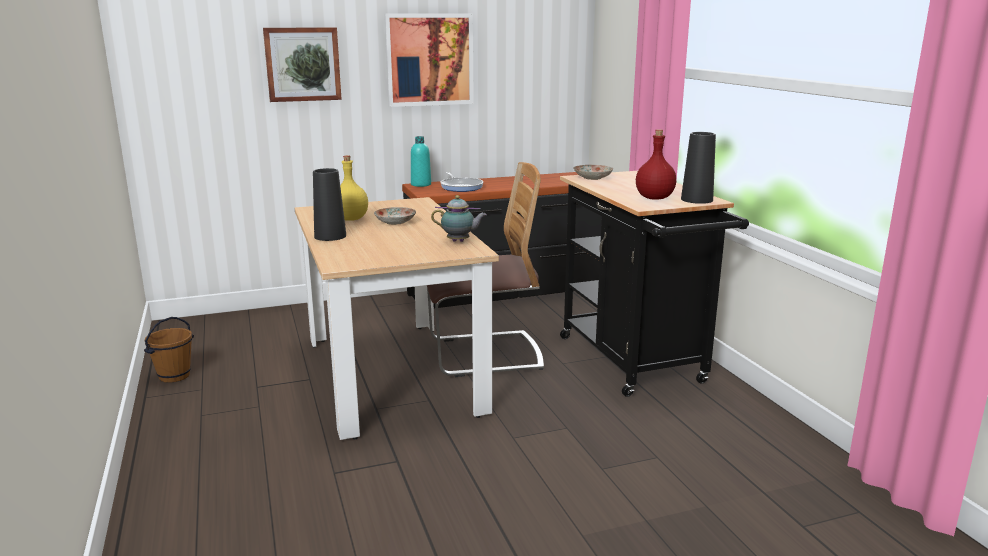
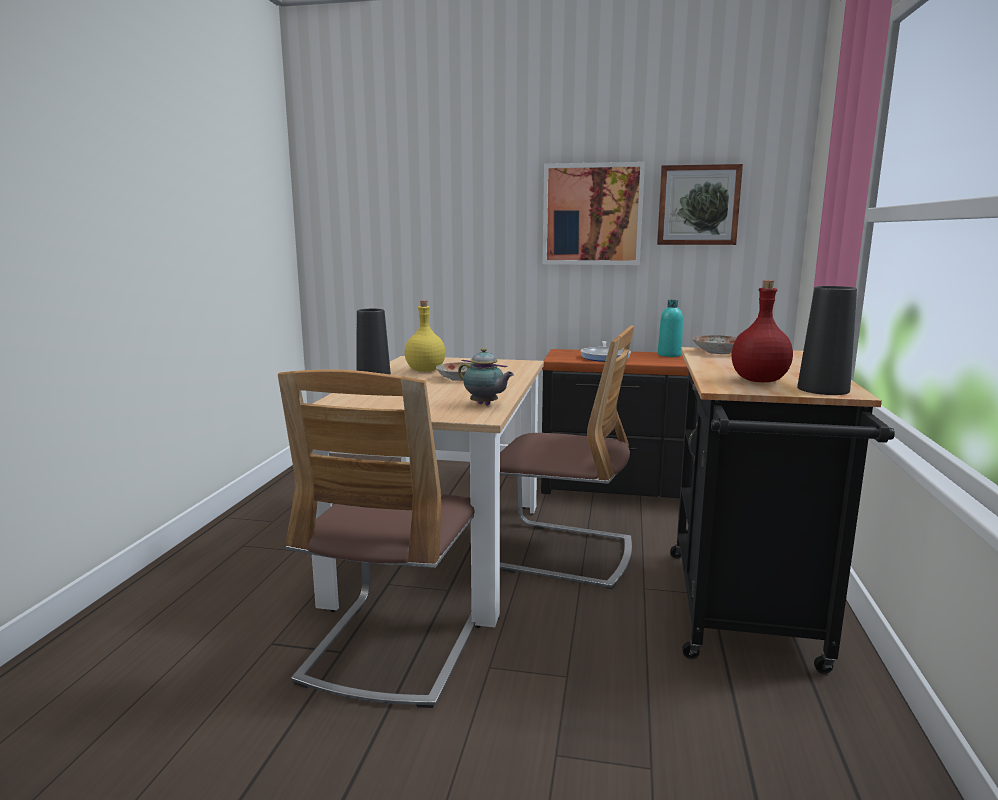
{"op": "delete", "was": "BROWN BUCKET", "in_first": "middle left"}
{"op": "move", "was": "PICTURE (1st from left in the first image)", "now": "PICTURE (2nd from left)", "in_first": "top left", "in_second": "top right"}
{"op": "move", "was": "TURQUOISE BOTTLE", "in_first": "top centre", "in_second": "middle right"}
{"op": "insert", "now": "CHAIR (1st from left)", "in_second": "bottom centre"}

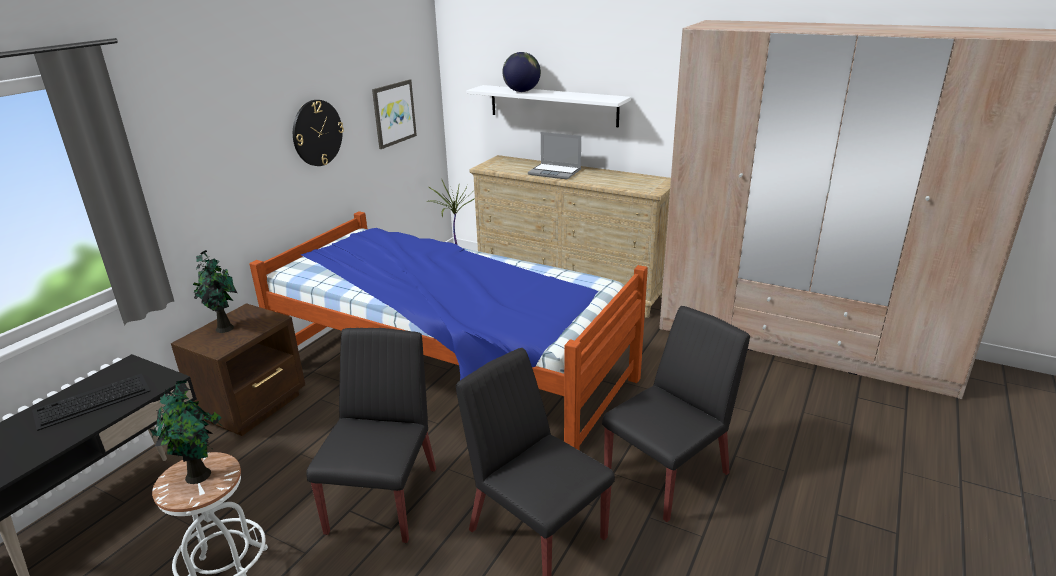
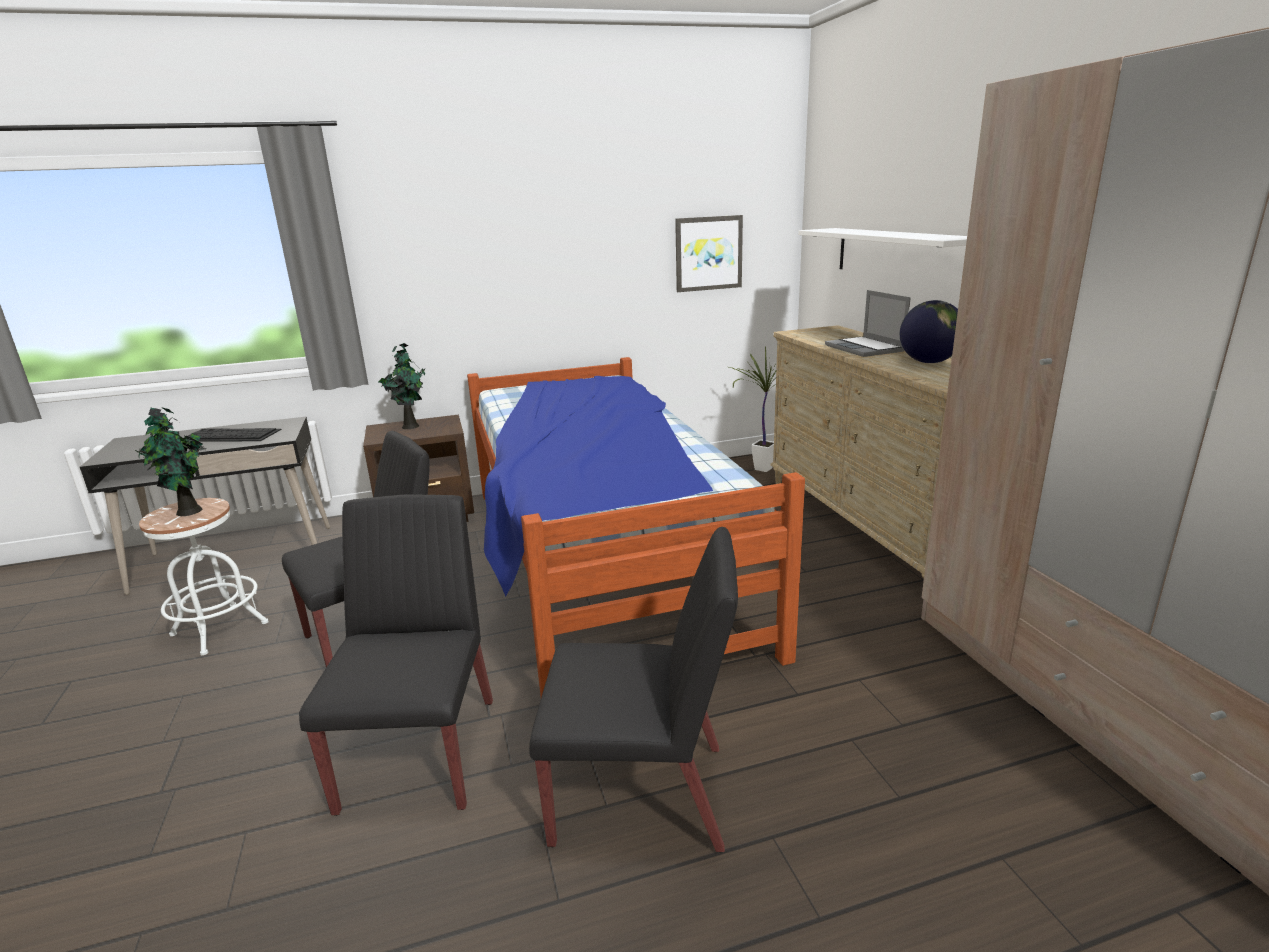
{"op": "delete", "was": "WALL CLOCK", "in_first": "top left"}
{"op": "move", "was": "GLOBE", "in_first": "top centre", "in_second": "middle right"}

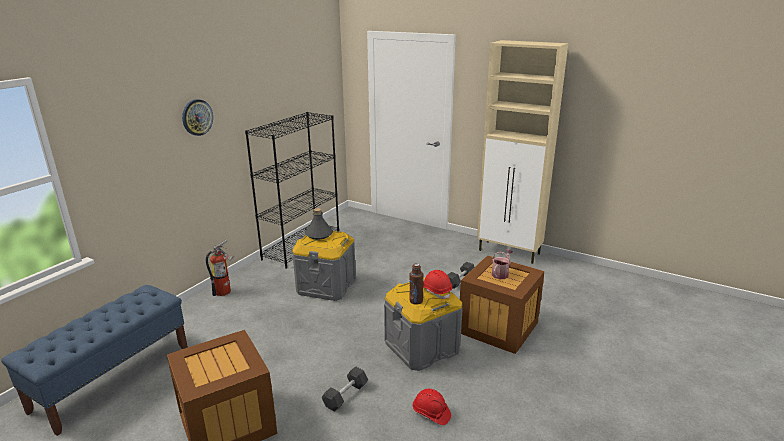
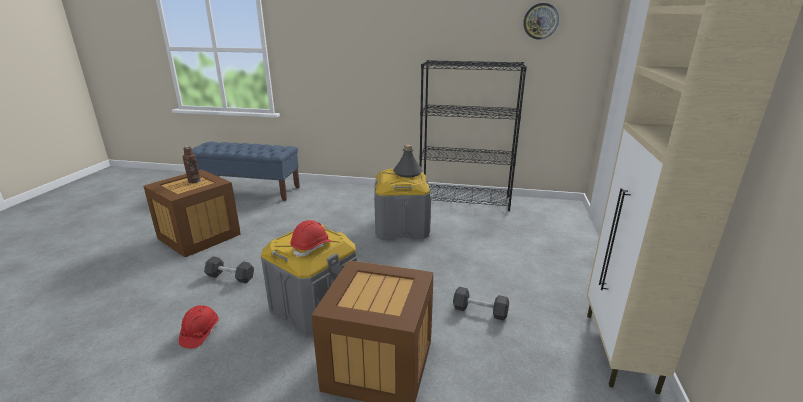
{"op": "move", "was": "WALL CLOCK", "in_first": "top left", "in_second": "top right"}
{"op": "delete", "was": "FIRE EXTINGUISHER", "in_first": "middle left"}
{"op": "move", "was": "BROWN BOTTLE", "in_first": "centre", "in_second": "middle left"}
{"op": "delete", "was": "WATERING CAN", "in_first": "centre"}

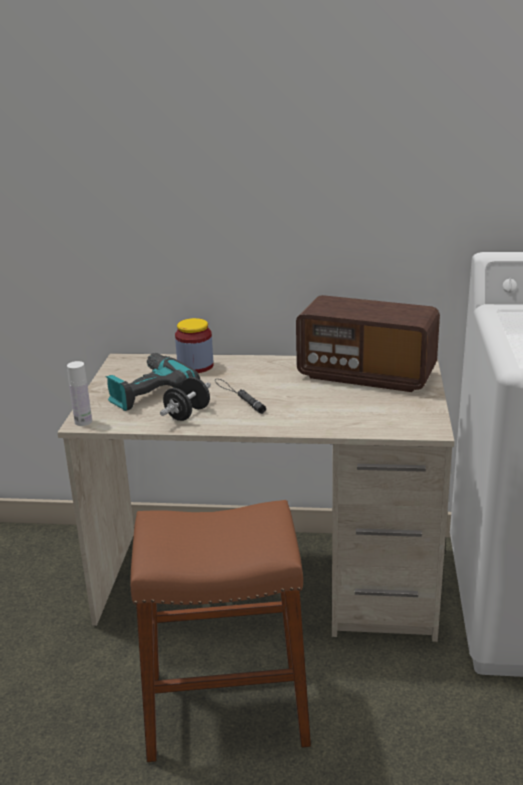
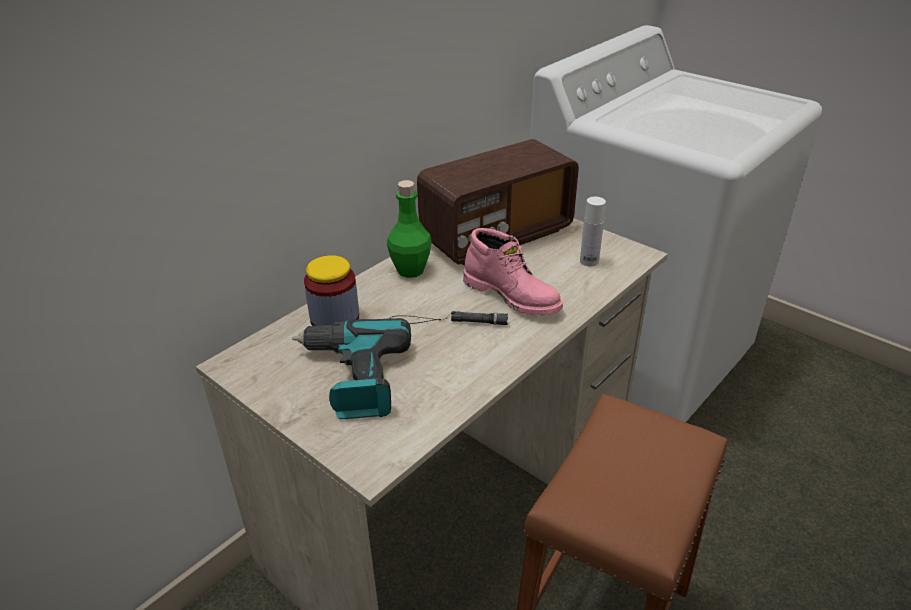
{"op": "move", "was": "WHITE BOTTLE", "in_first": "middle left", "in_second": "centre"}
{"op": "delete", "was": "BLACK DUMBBELL", "in_first": "centre"}
{"op": "insert", "now": "GREEN BOTTLE", "in_second": "centre"}
{"op": "insert", "now": "PINK BOOT", "in_second": "centre"}

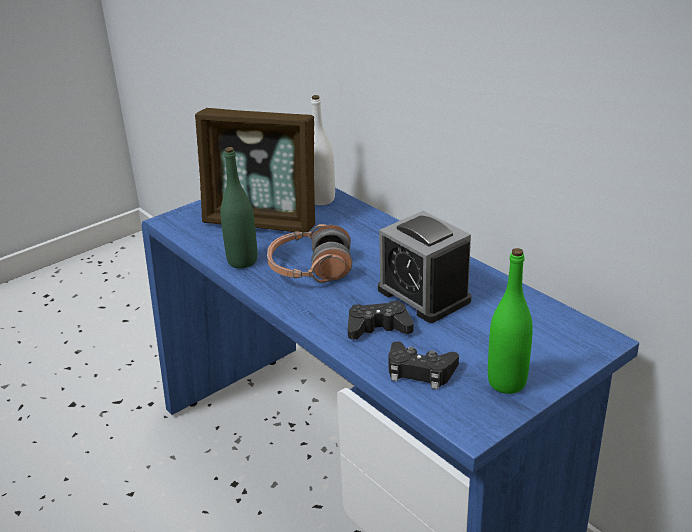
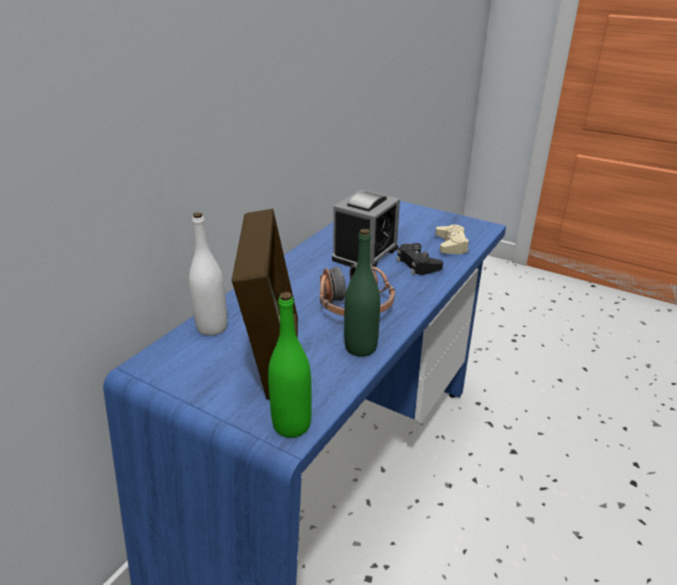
{"op": "recolor", "was": "BLACK GAME CONTROLLER (2nd from left)", "now": "BEIGE GAME CONTROLLER", "in_first": "bottom centre", "in_second": "middle right"}
{"op": "move", "was": "GREEN BOTTLE (2nd from left in the first image)", "now": "GREEN BOTTLE (1st from left)", "in_first": "middle right", "in_second": "centre"}

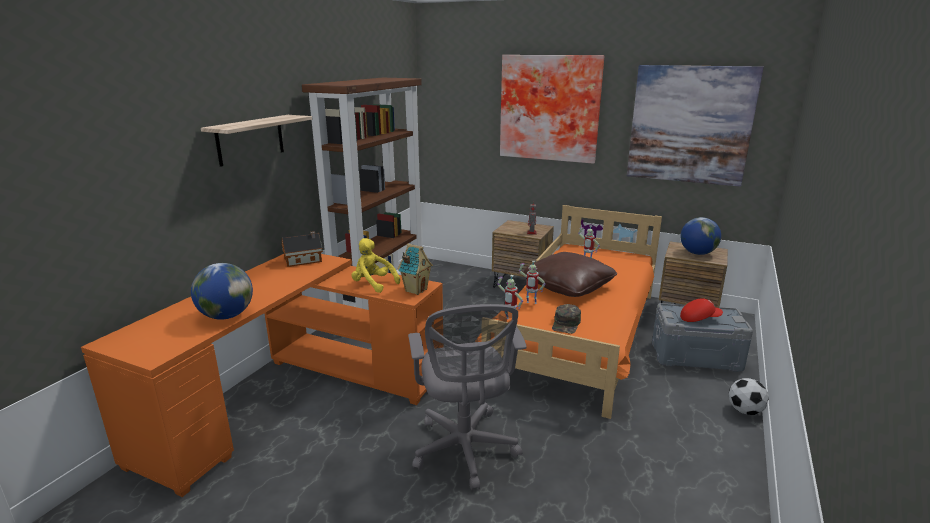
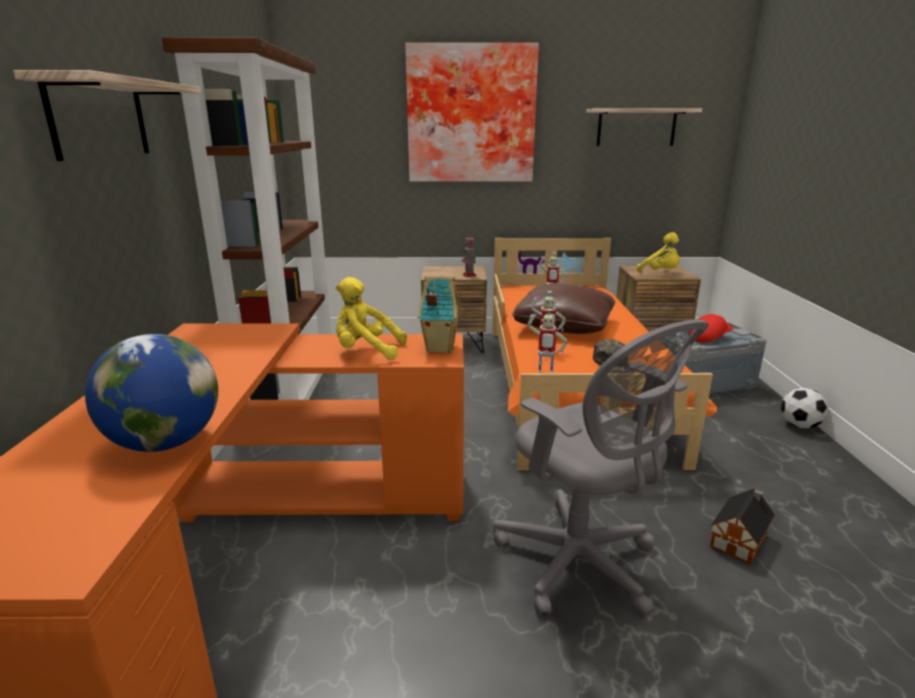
{"op": "move", "was": "TOY HOUSE (1st from left in the first image)", "now": "TOY HOUSE (2nd from left)", "in_first": "middle left", "in_second": "bottom right"}
{"op": "replace", "was": "PICTURE (2nd from left)", "now": "SHELF (2nd from left)", "in_first": "top right", "in_second": "top right"}
{"op": "replace", "was": "GLOBE (2nd from left)", "now": "YELLOW PLUSH TOY (2nd from left)", "in_first": "middle right", "in_second": "middle right"}

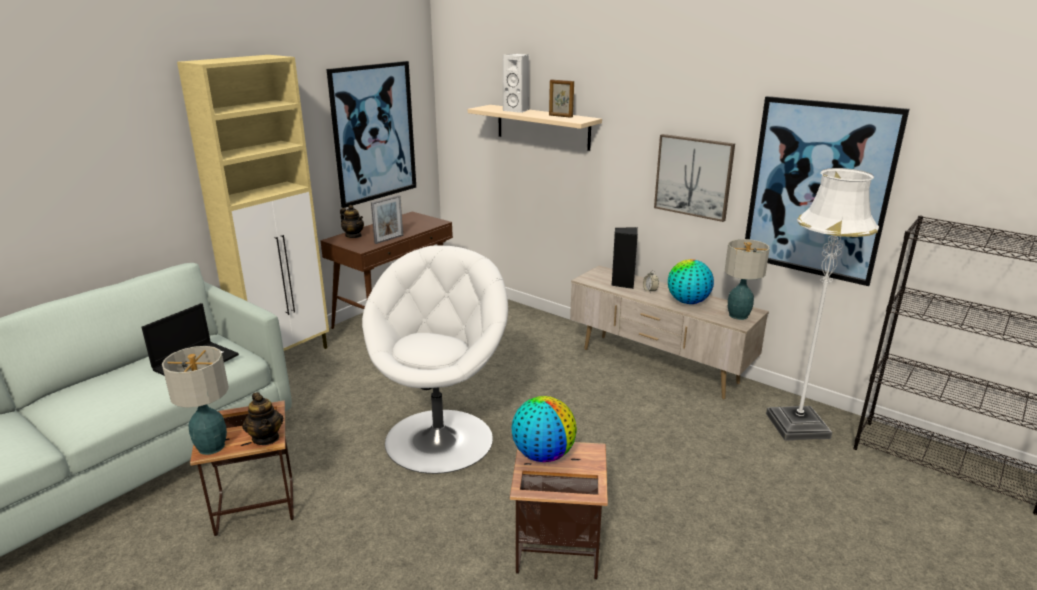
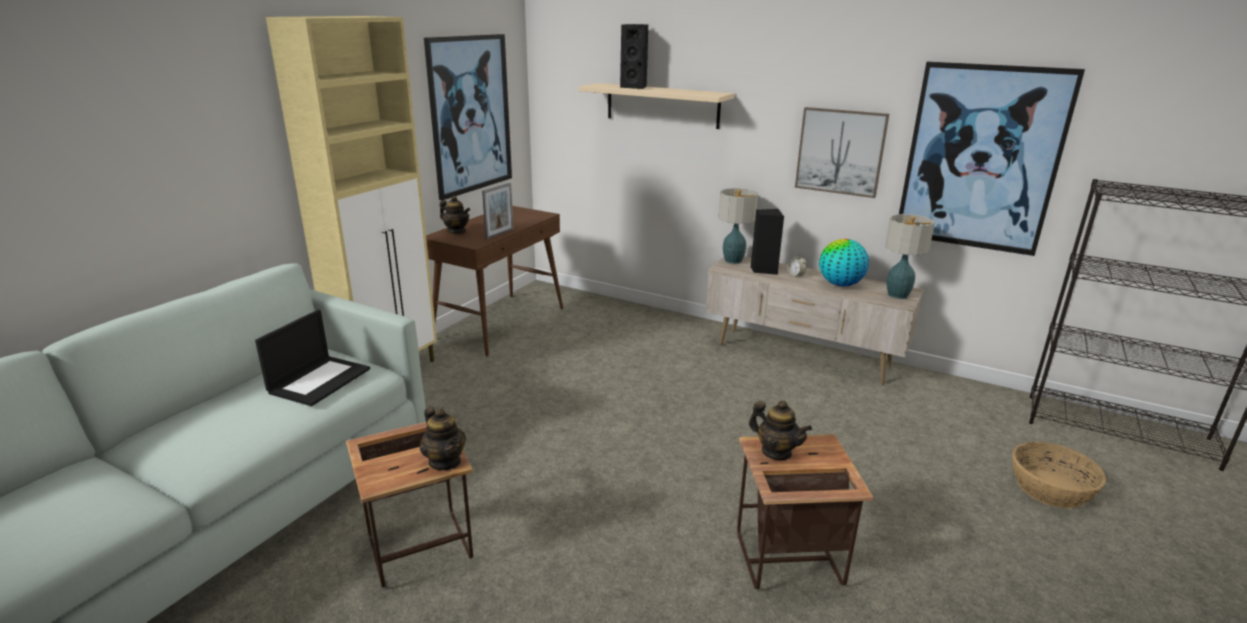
{"op": "move", "was": "TABLE LAMP (1st from left)", "in_first": "bottom left", "in_second": "centre"}
{"op": "delete", "was": "WHITE ARMCHAIR", "in_first": "centre"}
{"op": "recolor", "was": "WHITE SPEAKER", "now": "BLACK SPEAKER (1st from left)", "in_first": "top centre", "in_second": "top centre"}
{"op": "replace", "was": "GLOBE (1st from left)", "now": "TEAPOT (3rd from left)", "in_first": "bottom centre", "in_second": "bottom centre"}
{"op": "delete", "was": "PICTURE FRAME (2nd from left)", "in_first": "top centre"}
{"op": "delete", "was": "WHITE FLOOR LAMP", "in_first": "middle right"}
{"op": "insert", "now": "BASKET", "in_second": "bottom right"}

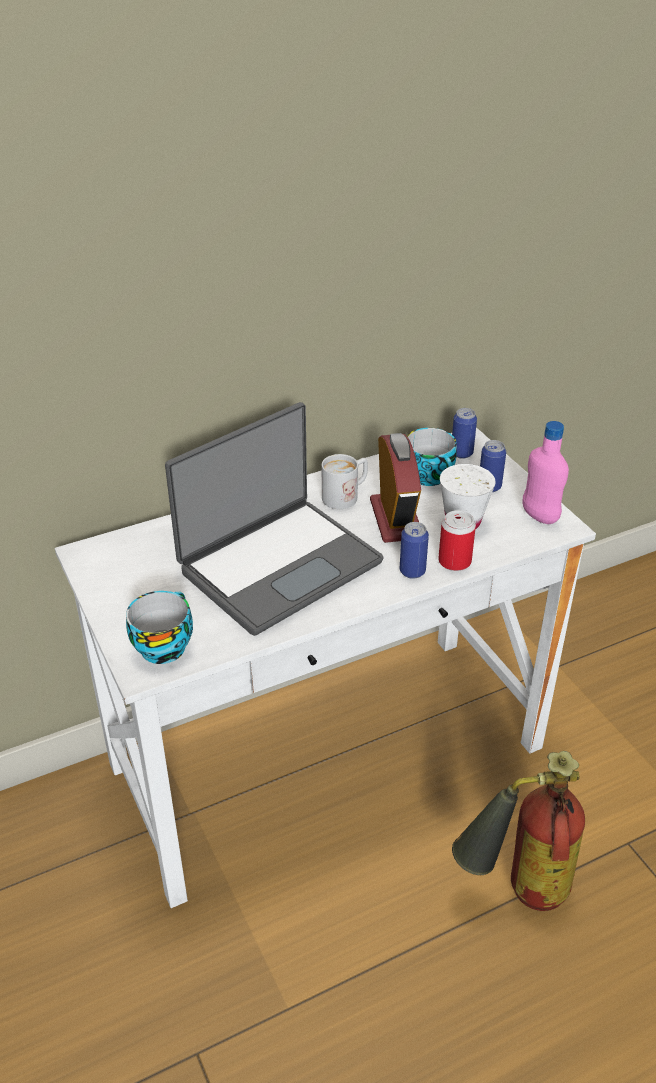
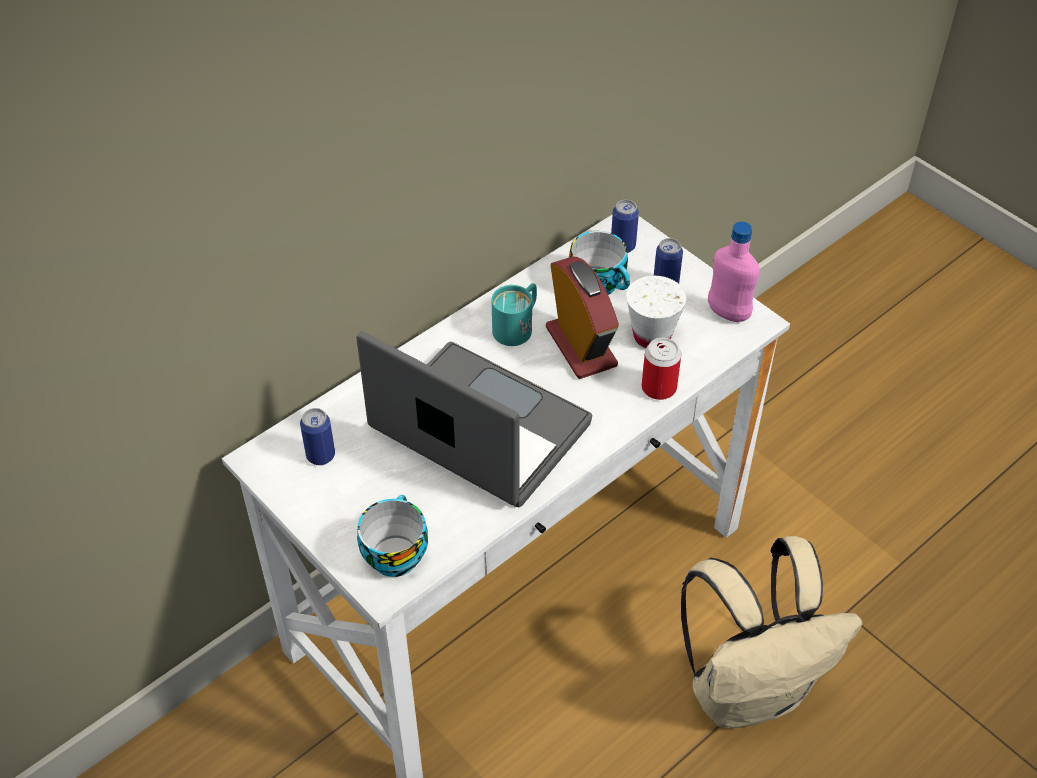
{"op": "rotate", "was": "LAPTOP", "in_first": "centre", "in_second": "centre", "clockwise": -90}
{"op": "recolor", "was": "WHITE MUG", "now": "TURQUOISE MUG", "in_first": "centre", "in_second": "centre"}
{"op": "move", "was": "CAN (1st from left)", "in_first": "centre", "in_second": "middle left"}
{"op": "replace", "was": "FIRE EXTINGUISHER", "now": "BEIGE BACKPACK", "in_first": "bottom right", "in_second": "bottom right"}

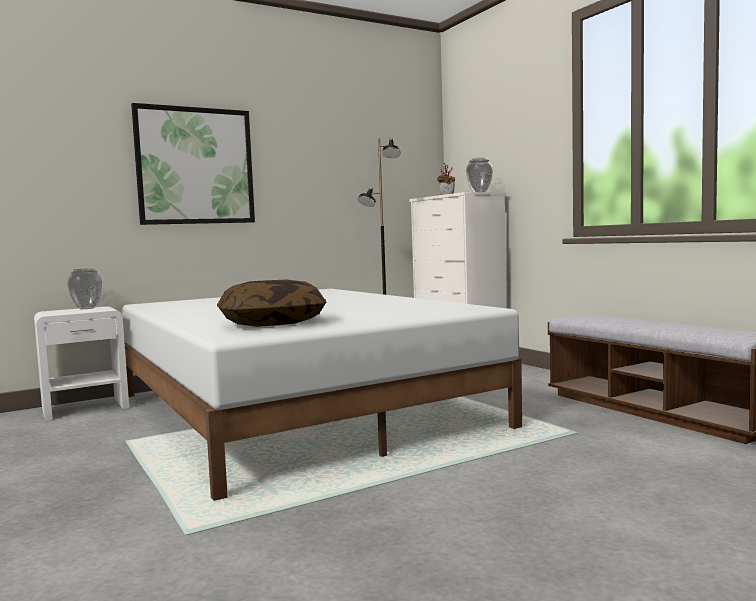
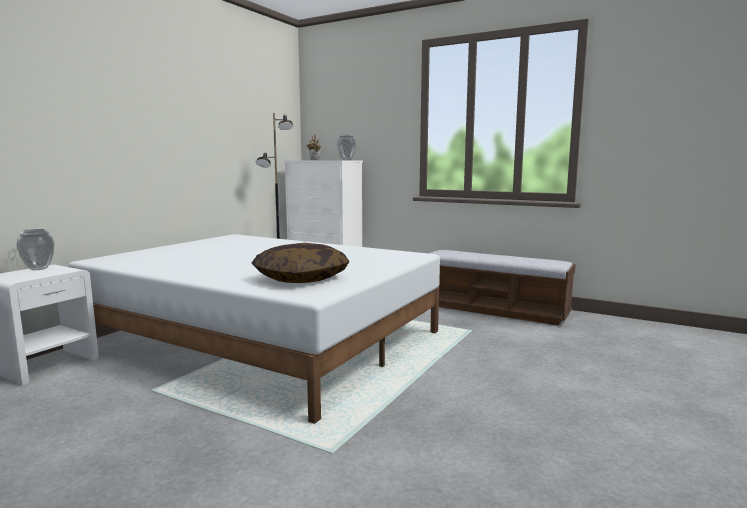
{"op": "delete", "was": "PICTURE", "in_first": "top left"}

